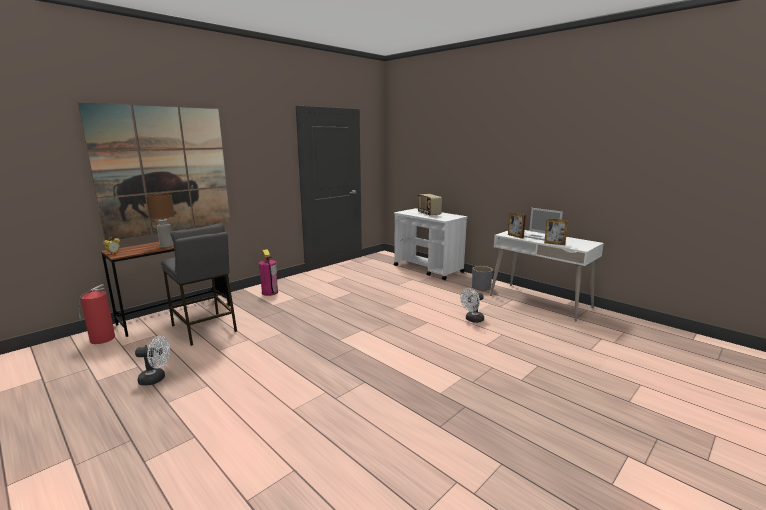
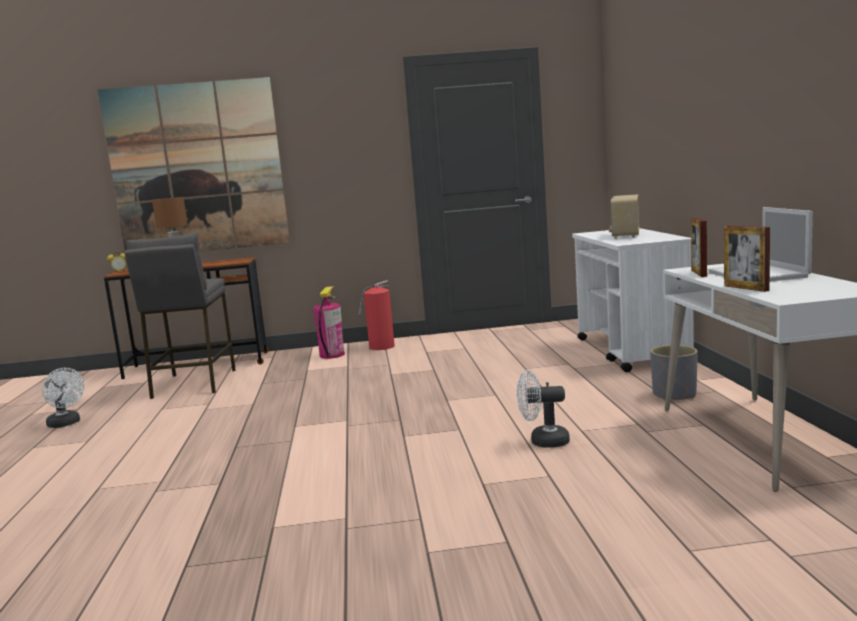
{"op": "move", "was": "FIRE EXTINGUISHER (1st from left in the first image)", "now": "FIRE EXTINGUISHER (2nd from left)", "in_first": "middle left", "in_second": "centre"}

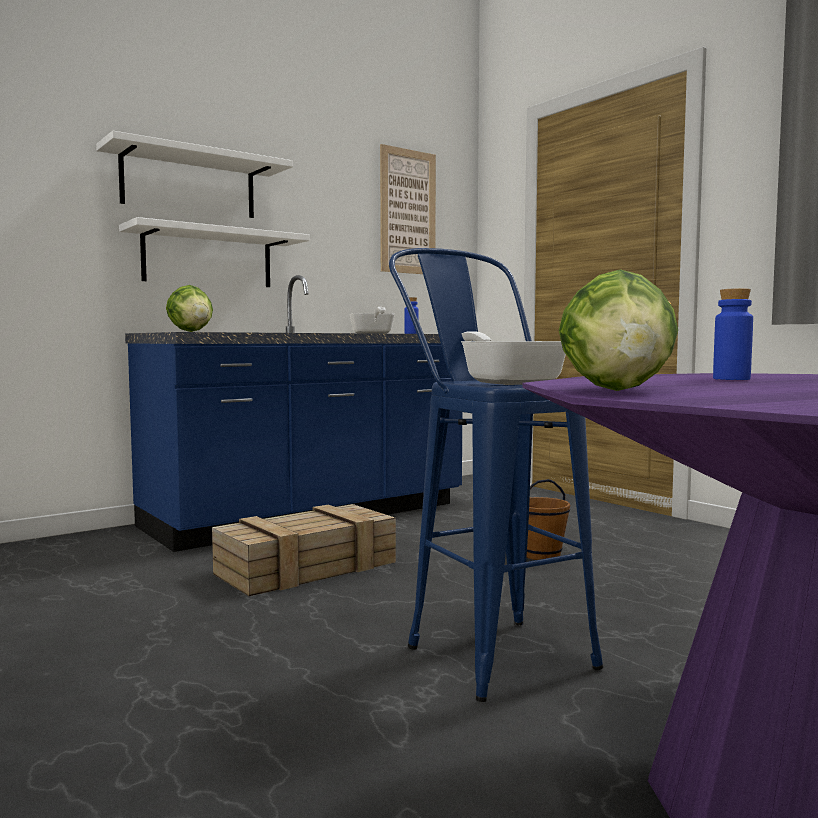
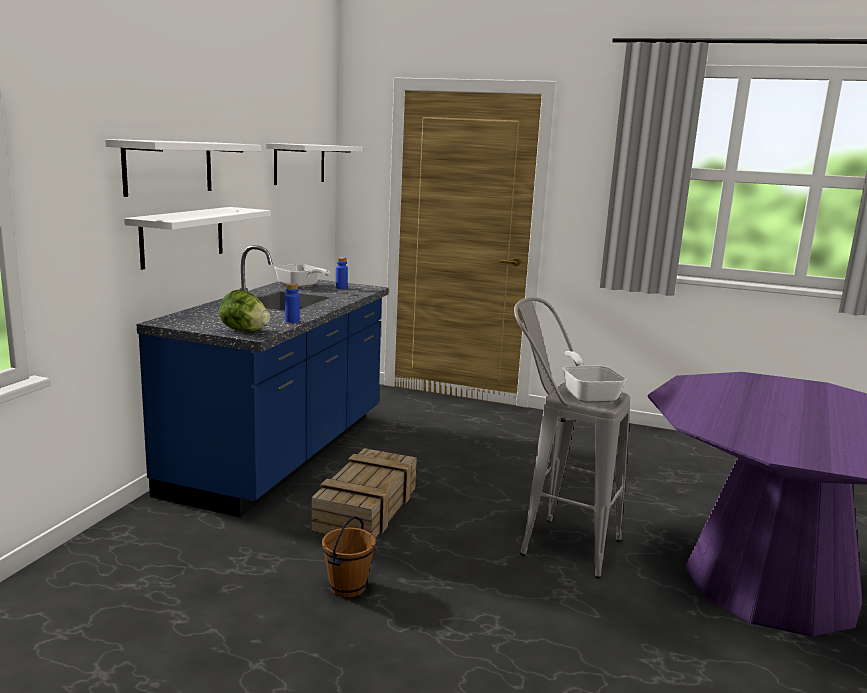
{"op": "replace", "was": "PICTURE", "now": "WHITE SHELF (3rd from left)", "in_first": "top centre", "in_second": "top centre"}
{"op": "recolor", "was": "BLUE STOOL", "now": "GREY STOOL", "in_first": "centre", "in_second": "centre"}
{"op": "rotate", "was": "FRYING PAN (2nd from left)", "in_first": "centre", "in_second": "middle right", "clockwise": 45}
{"op": "move", "was": "BROWN BUCKET", "in_first": "middle right", "in_second": "bottom centre"}
{"op": "delete", "was": "LETTUCE (2nd from left)", "in_first": "middle right"}
{"op": "move", "was": "BLUE BOTTLE (2nd from left in the first image)", "now": "BLUE BOTTLE (1st from left)", "in_first": "middle right", "in_second": "centre"}

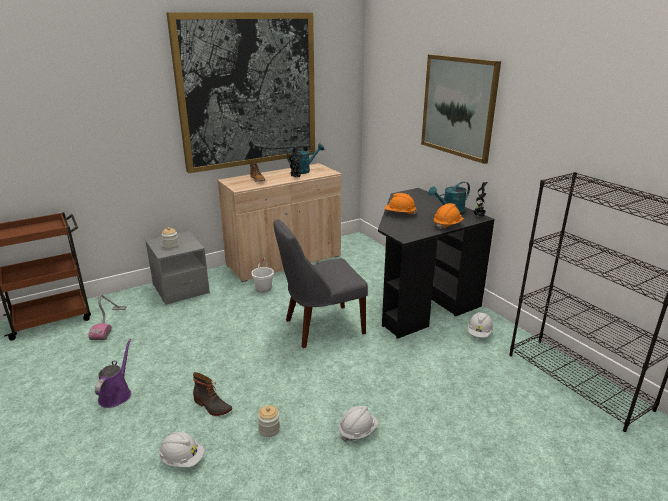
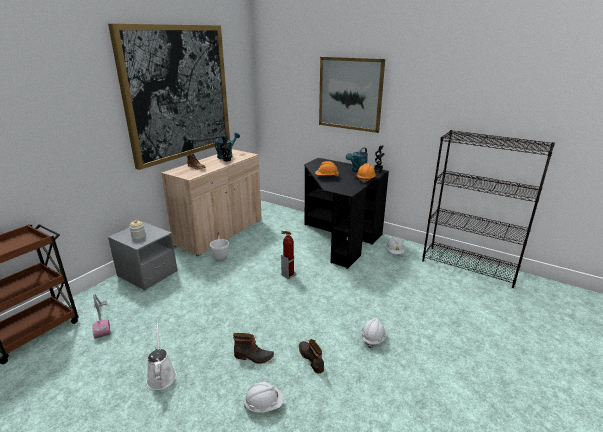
{"op": "recolor", "was": "PURPLE WATERING CAN", "now": "WHITE WATERING CAN", "in_first": "bottom left", "in_second": "bottom left"}
{"op": "replace", "was": "JAR (2nd from left)", "now": "BOOT (3rd from left)", "in_first": "bottom centre", "in_second": "bottom centre"}
{"op": "replace", "was": "GREY CHAIR", "now": "FIRE EXTINGUISHER", "in_first": "centre", "in_second": "centre"}

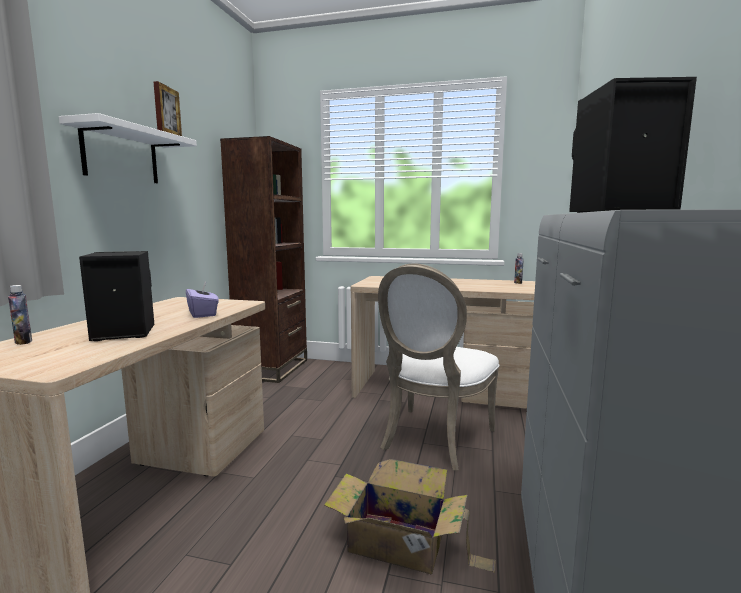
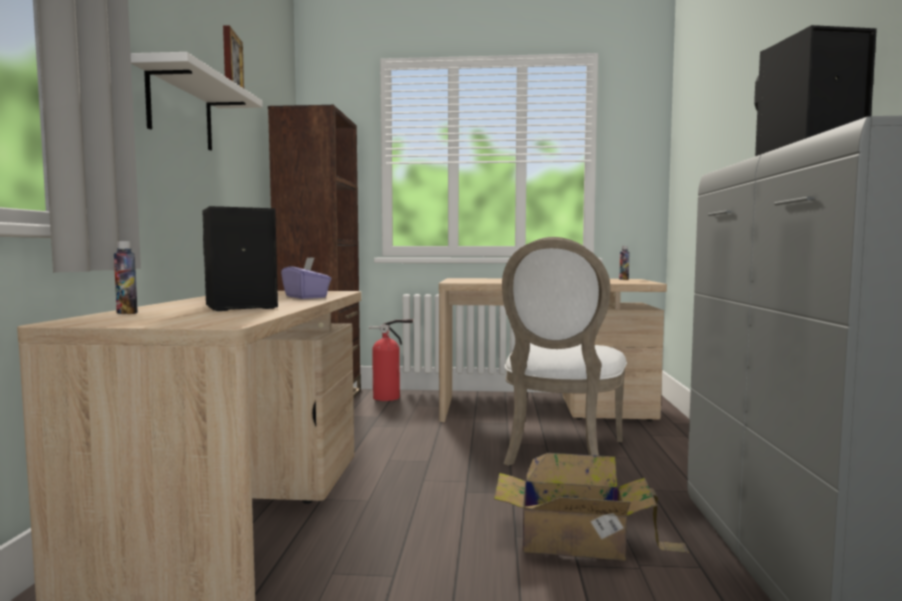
{"op": "insert", "now": "FIRE EXTINGUISHER", "in_second": "centre"}

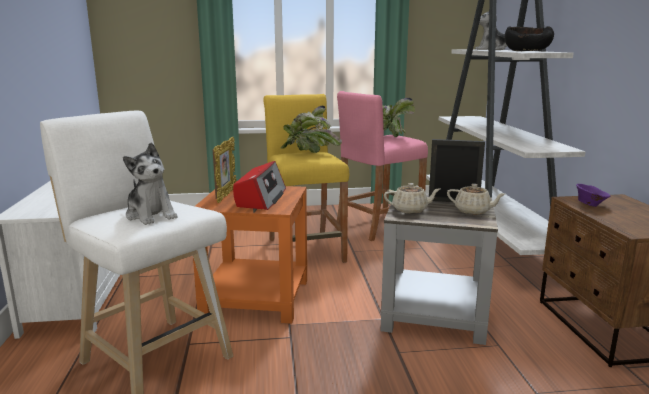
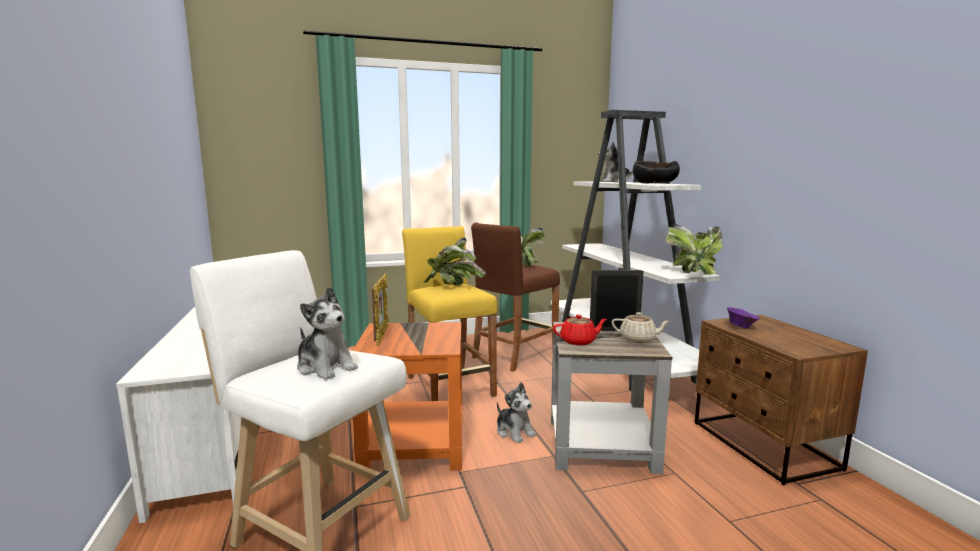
{"op": "delete", "was": "RADIO", "in_first": "centre"}
{"op": "recolor", "was": "PINK STOOL", "now": "BROWN STOOL", "in_first": "centre", "in_second": "centre"}
{"op": "recolor", "was": "BEIGE TEAPOT (1st from left)", "now": "RED TEAPOT", "in_first": "centre", "in_second": "centre"}
{"op": "insert", "now": "PLUSH TOY (2nd from left)", "in_second": "bottom centre"}
{"op": "insert", "now": "POTTED PLANT (3rd from left)", "in_second": "middle right"}

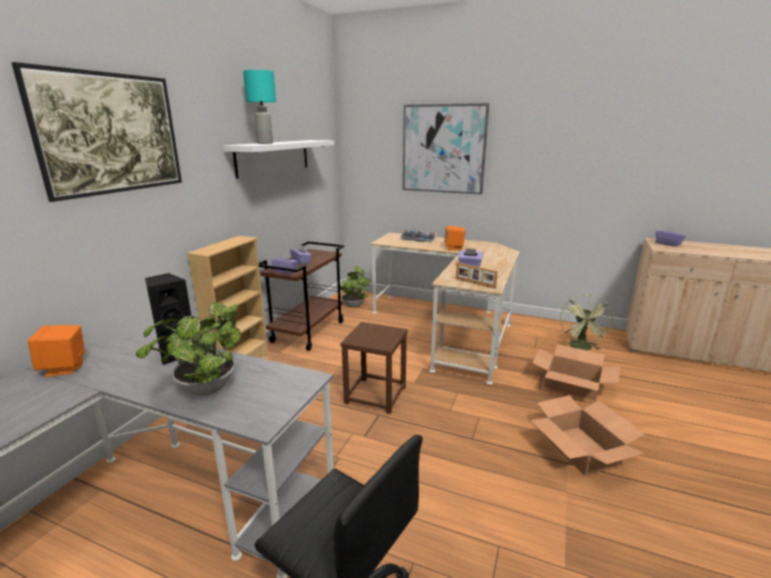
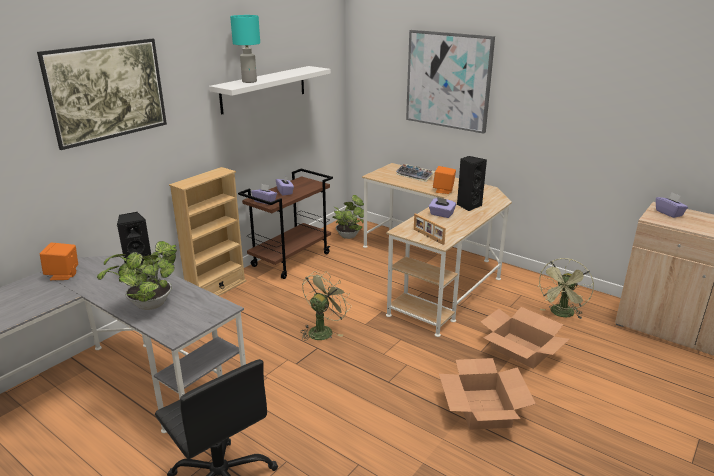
{"op": "replace", "was": "BROWN STOOL", "now": "GREEN FAN (1st from left)", "in_first": "centre", "in_second": "centre"}
{"op": "insert", "now": "BLACK SPEAKER (2nd from left)", "in_second": "centre"}

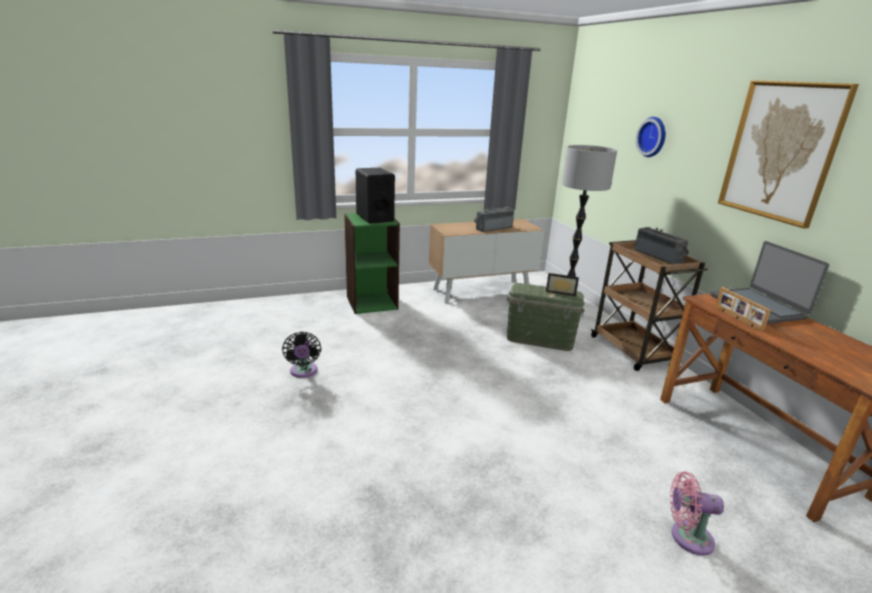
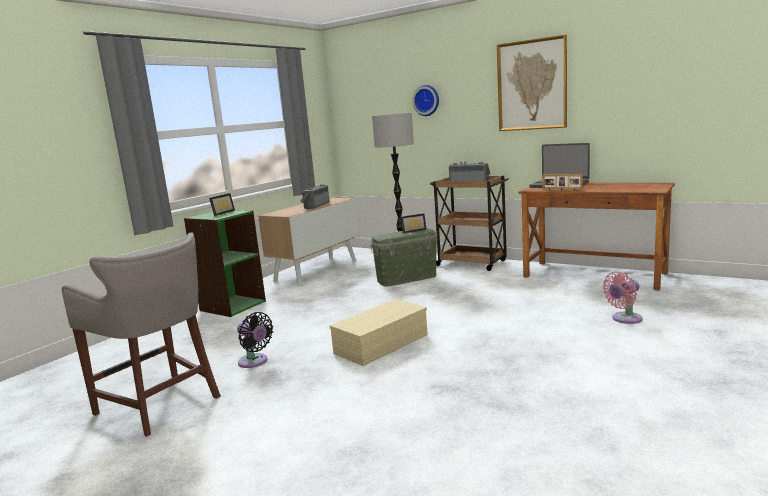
{"op": "replace", "was": "BLACK SPEAKER", "now": "PICTURE FRAME (1st from left)", "in_first": "top centre", "in_second": "middle left"}
{"op": "insert", "now": "GREY STOOL", "in_second": "bottom left"}
{"op": "insert", "now": "BEIGE STORAGE BOX", "in_second": "bottom centre"}

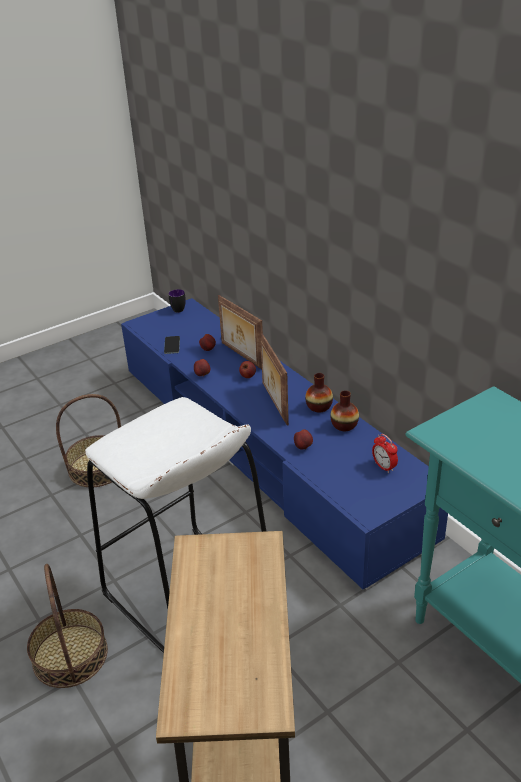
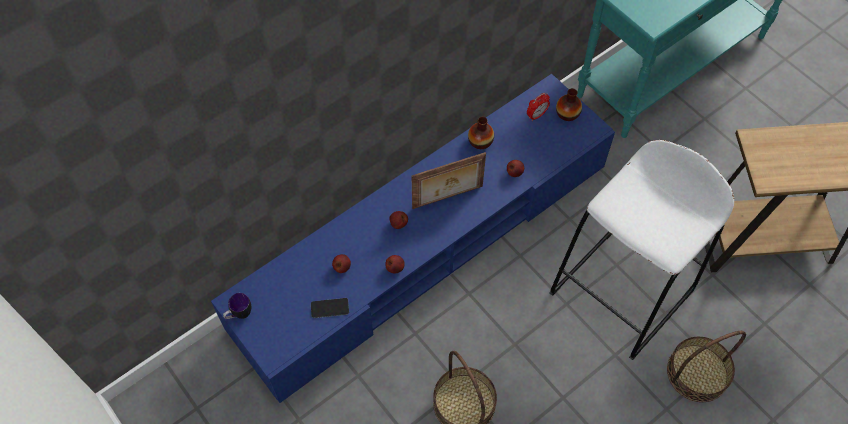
{"op": "delete", "was": "PICTURE FRAME (1st from left)", "in_first": "centre"}
{"op": "move", "was": "VASE (1st from left in the first image)", "now": "VASE (2nd from left)", "in_first": "centre", "in_second": "top right"}

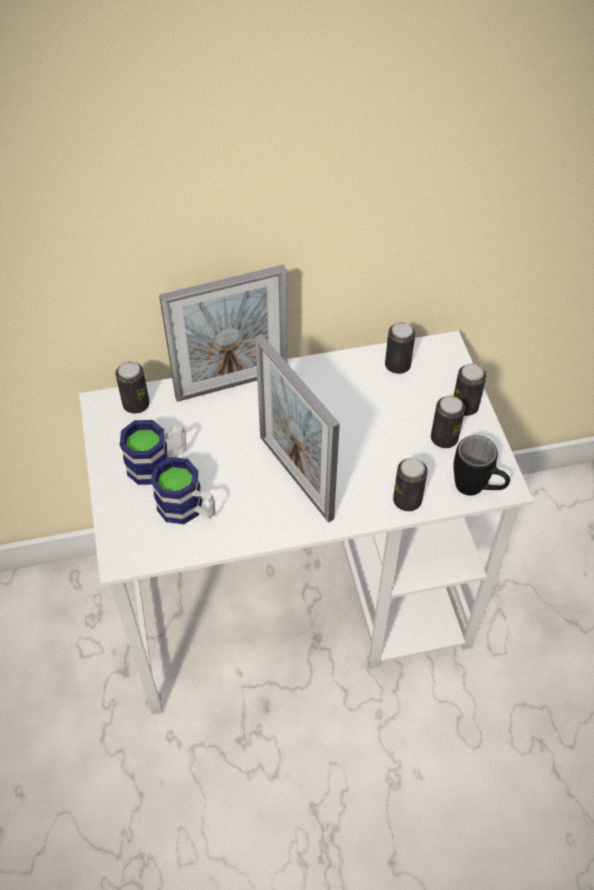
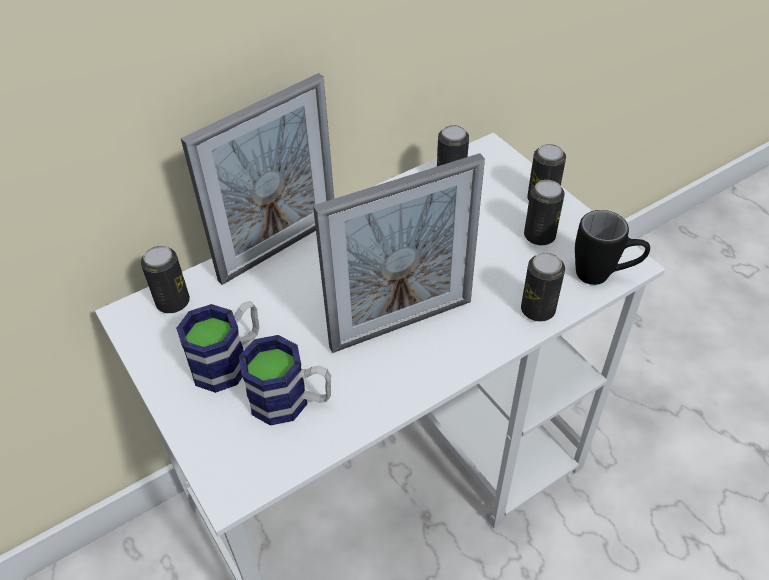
{"op": "rotate", "was": "PICTURE FRAME (2nd from left)", "in_first": "centre", "in_second": "centre", "clockwise": -60}

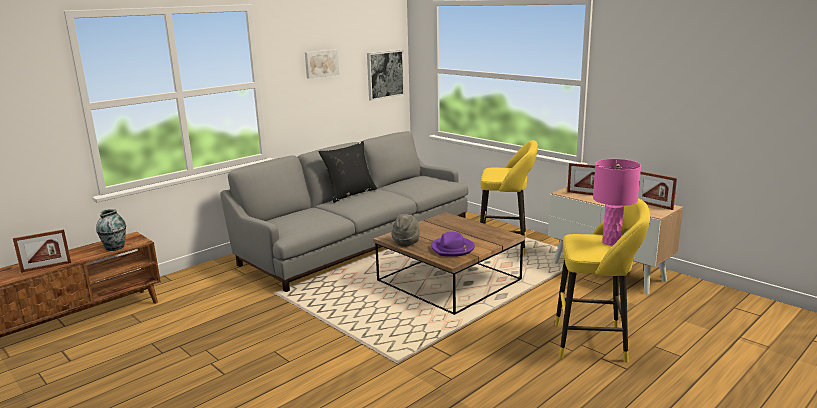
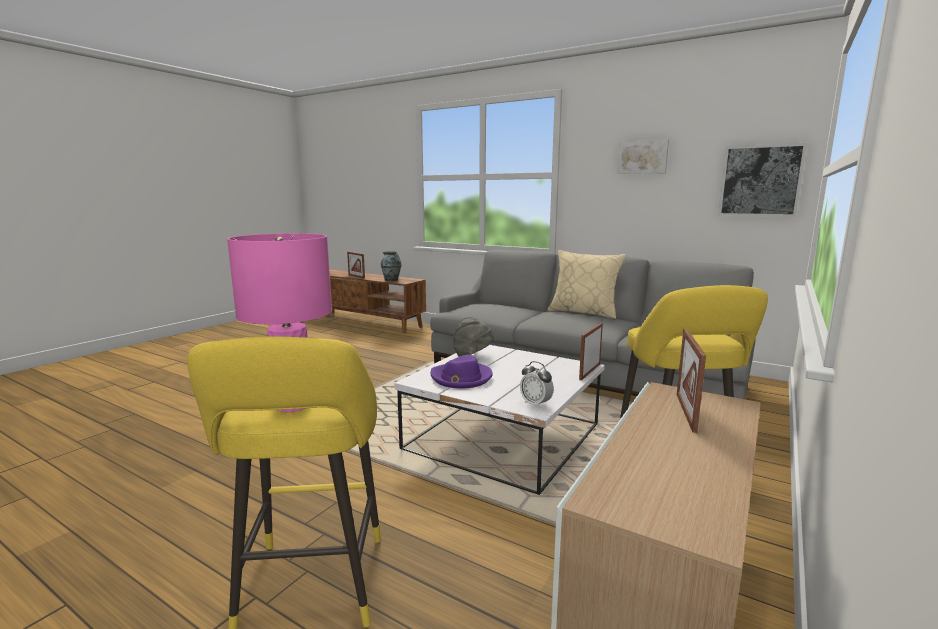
{"op": "recolor", "was": "BLACK PILLOW", "now": "BEIGE PILLOW", "in_first": "centre", "in_second": "centre"}
{"op": "recolor", "was": "BROWN COFFEE TABLE", "now": "WHITE COFFEE TABLE", "in_first": "centre", "in_second": "bottom centre"}
{"op": "move", "was": "PICTURE FRAME (3rd from left in the first image)", "now": "PICTURE FRAME (2nd from left)", "in_first": "middle right", "in_second": "centre"}
{"op": "insert", "now": "ALARM CLOCK", "in_second": "centre"}

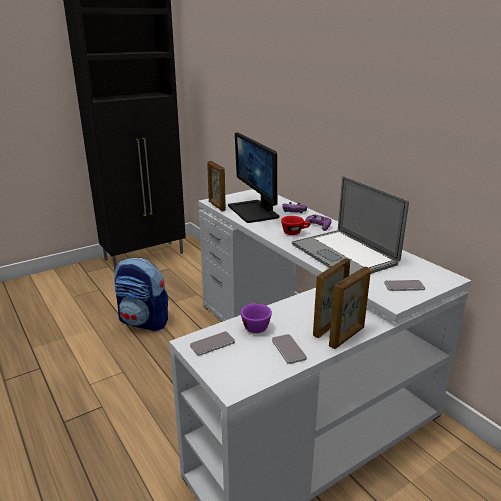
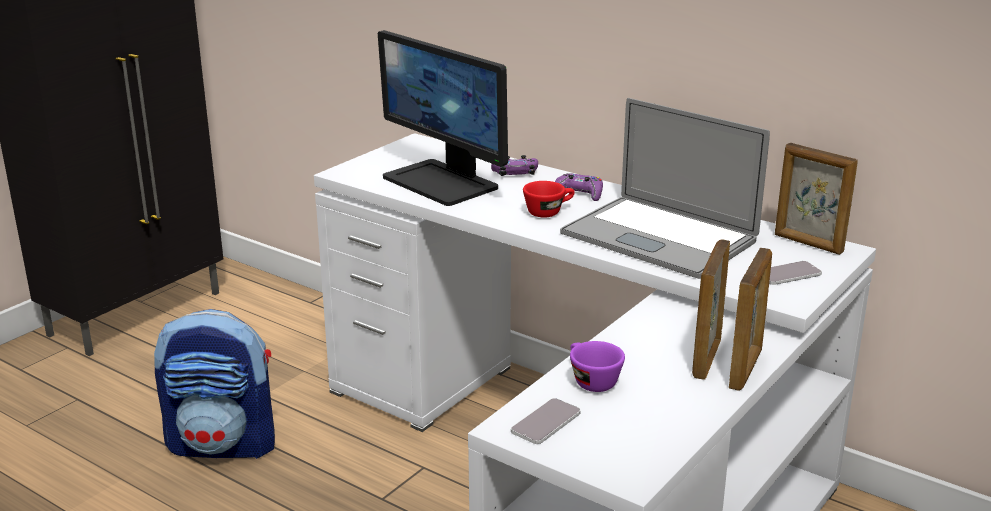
{"op": "move", "was": "PICTURE FRAME (1st from left in the first image)", "now": "PICTURE FRAME (3rd from left)", "in_first": "centre", "in_second": "middle right"}
{"op": "delete", "was": "PHONE (2nd from left)", "in_first": "bottom centre"}

